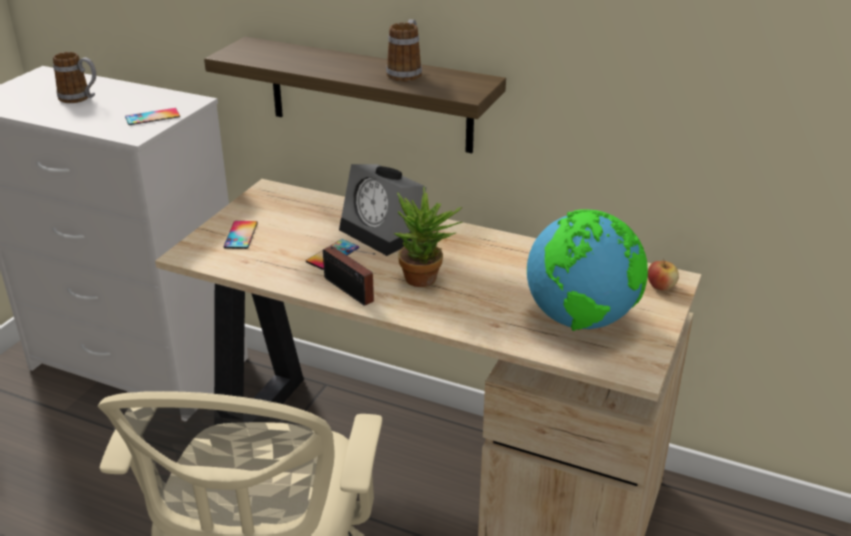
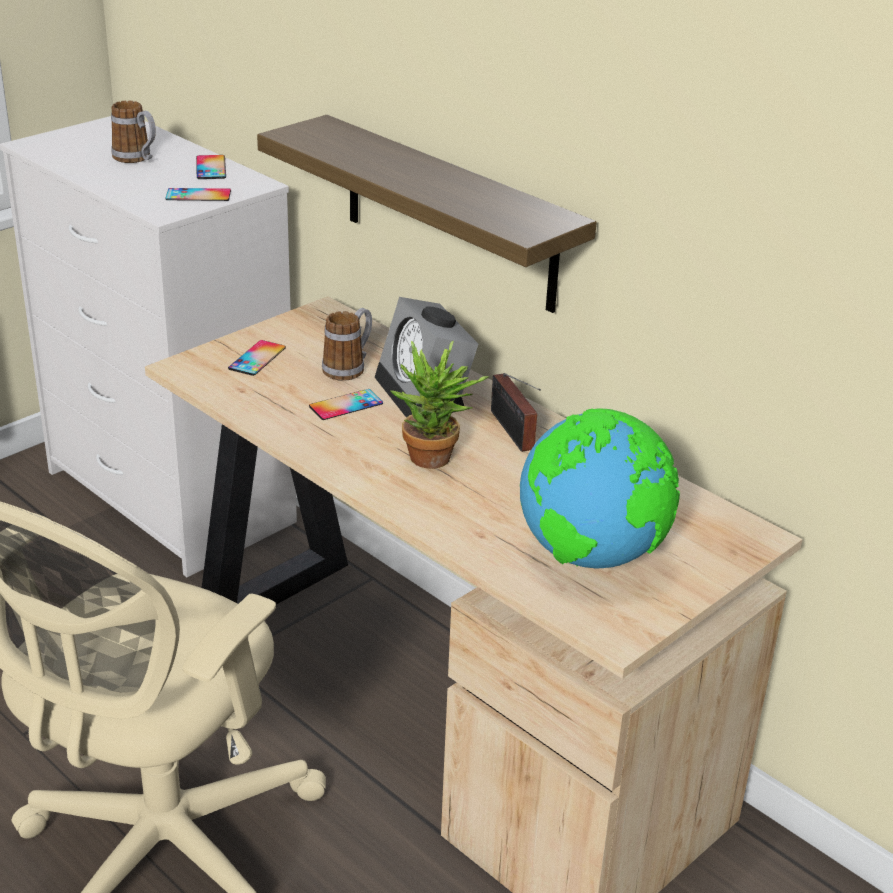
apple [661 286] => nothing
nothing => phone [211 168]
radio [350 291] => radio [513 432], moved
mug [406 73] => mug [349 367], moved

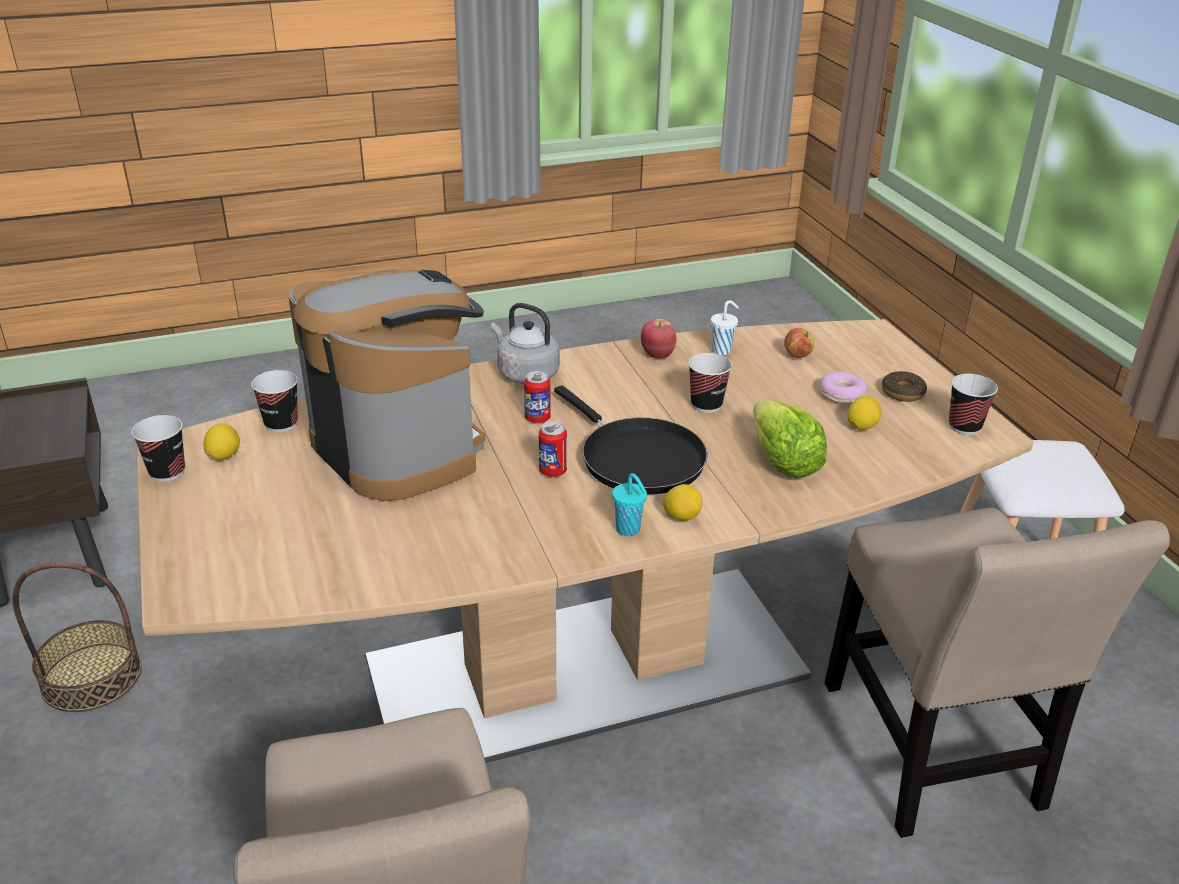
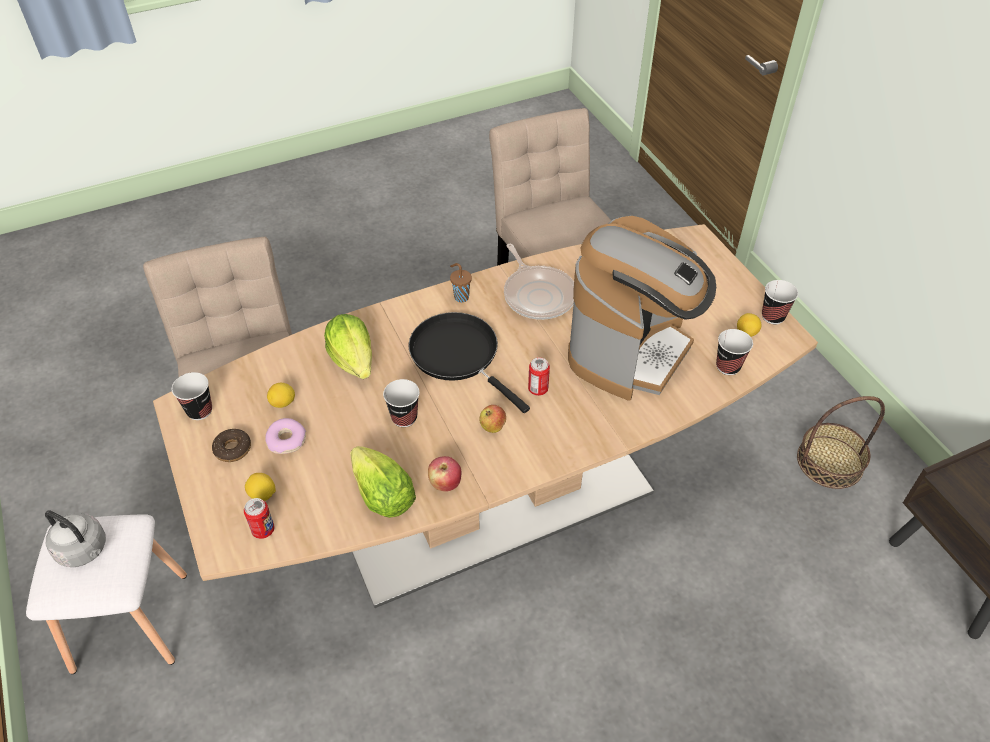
nothing => frying pan [538 295]
kettle (grey) [525 373] => kettle (grey) [84 550], moved
can [553 471] => can [263 530], moved
lemon [681 516] => lemon [262 494], moved
apple [797 355] => apple [492 426], moved
cup (white) [722 350] => lettuce [383 496]
cup (turquoise) [629 530] => cup (brown) [460 297]
coffee machine [398 447] => coffee machine [630 351], 105 degrees counterclockwise

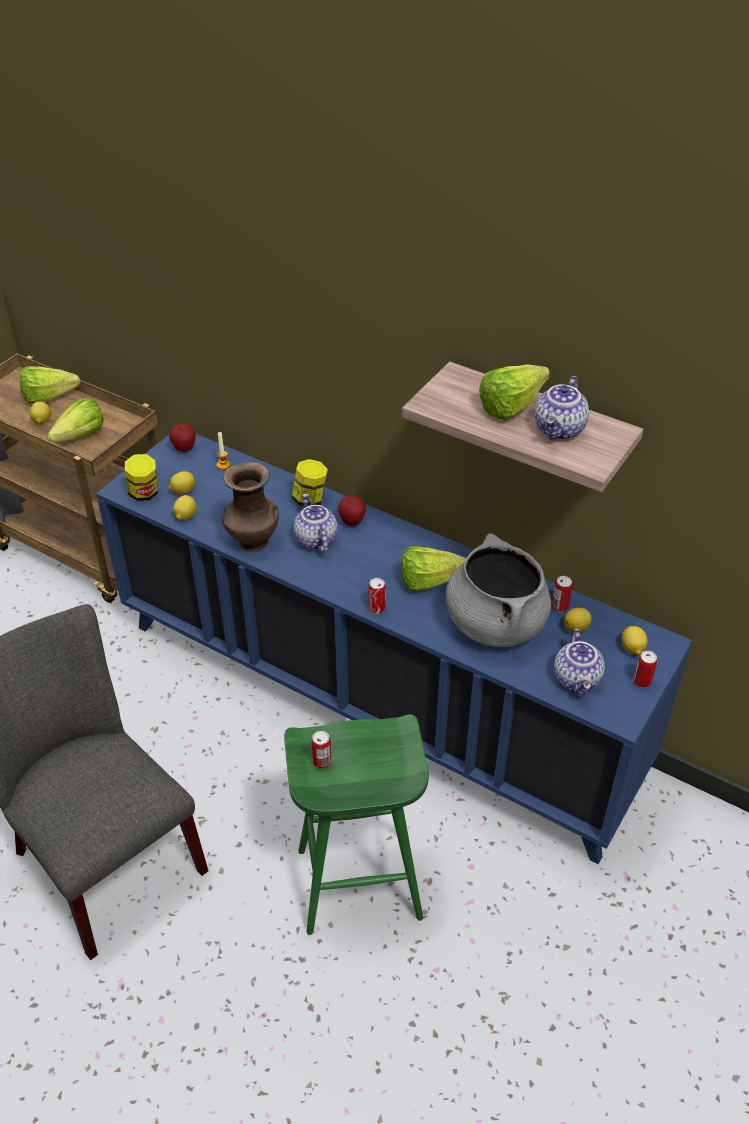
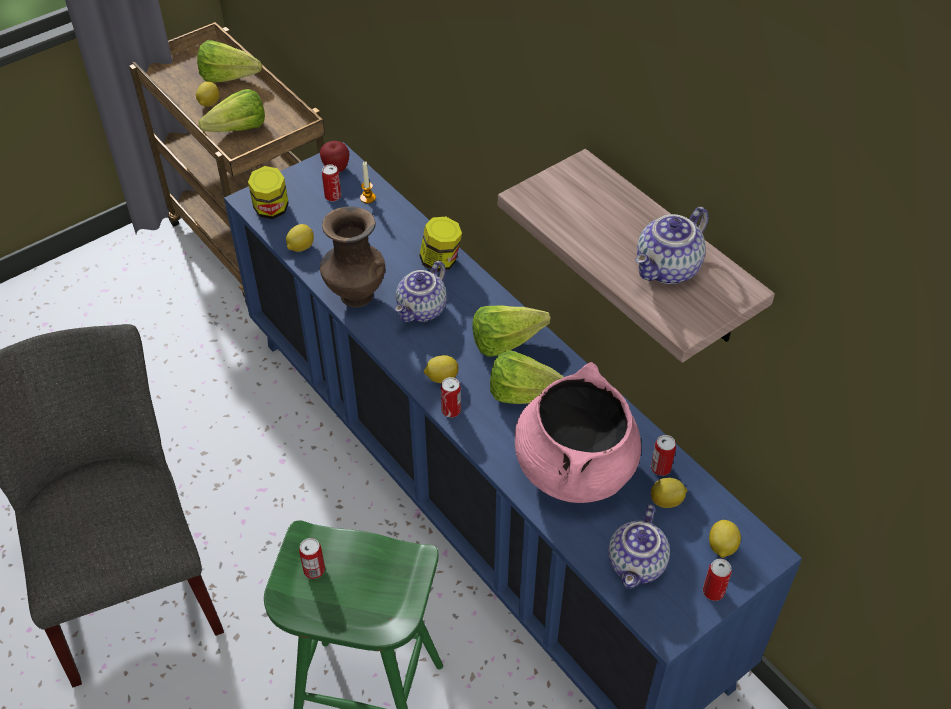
apple [352 522] => nothing
nothing => can [333 196]
lemon [183 491] => lemon [441 378], moved
lettuce [516 406] => lettuce [512 342], moved
cooking pot (grey) [495 623] => cooking pot (pink) [574 467]
teapot [314 540] => teapot [422 310], 150 degrees counterclockwise

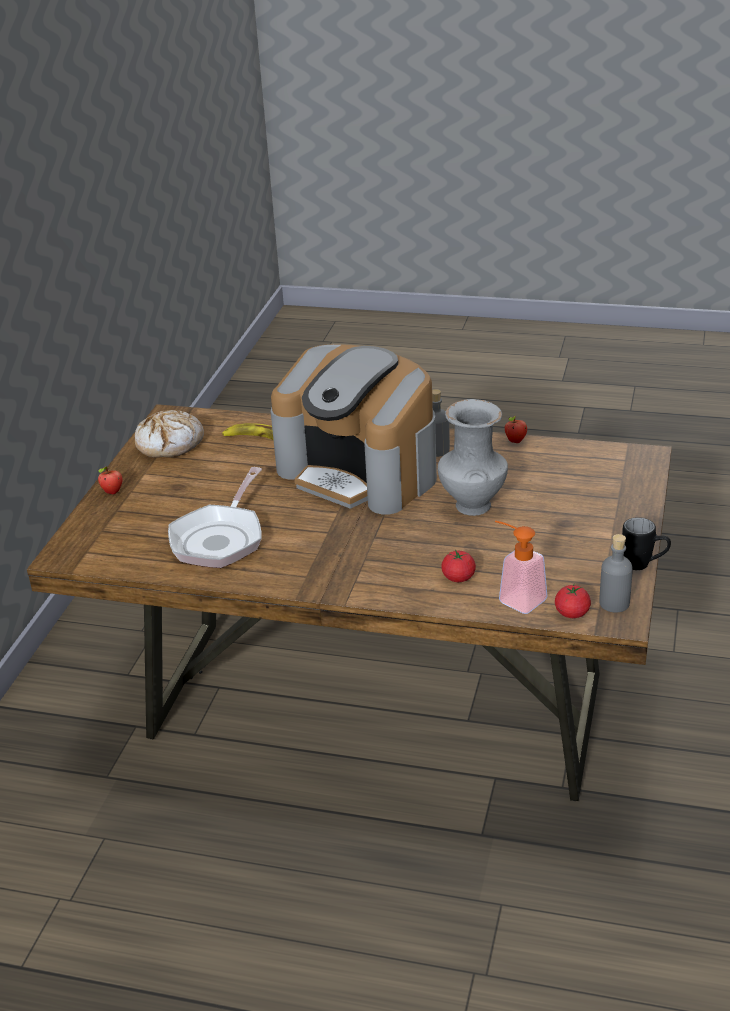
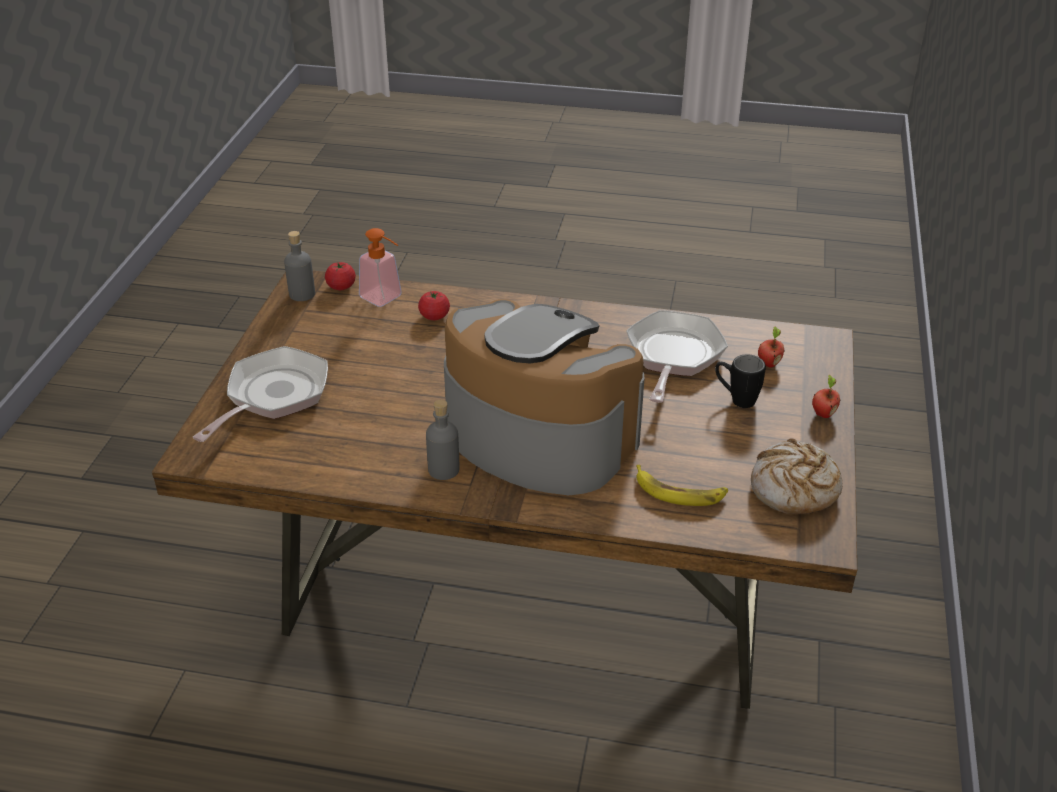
vase (grey) [472 505] => nothing
nothing => frying pan [273 396]
apple [515 441] => apple [768 363], moved
mug (black) [644 565] => mug (black) [736 399], moved

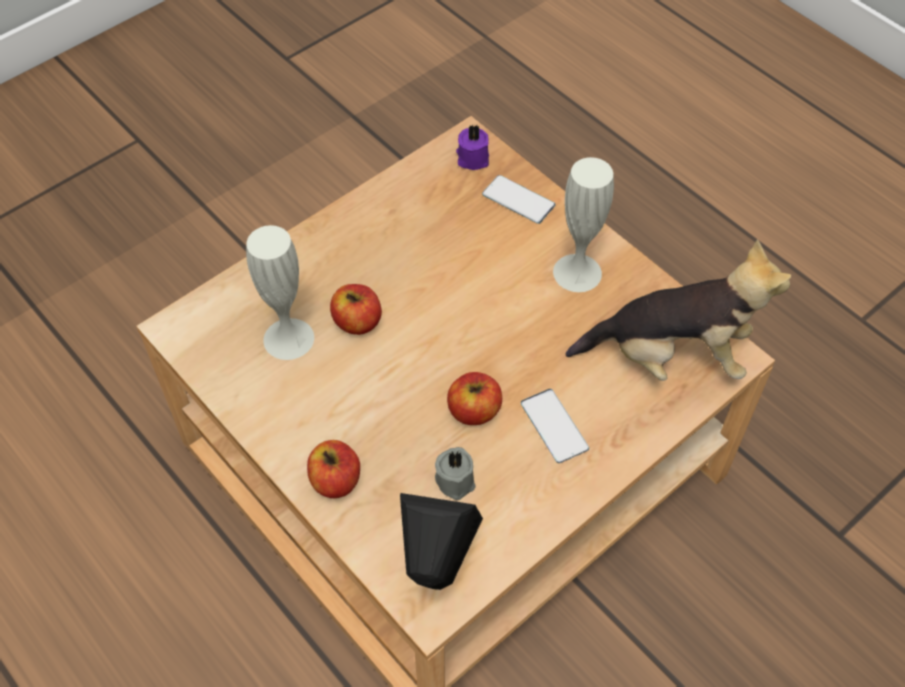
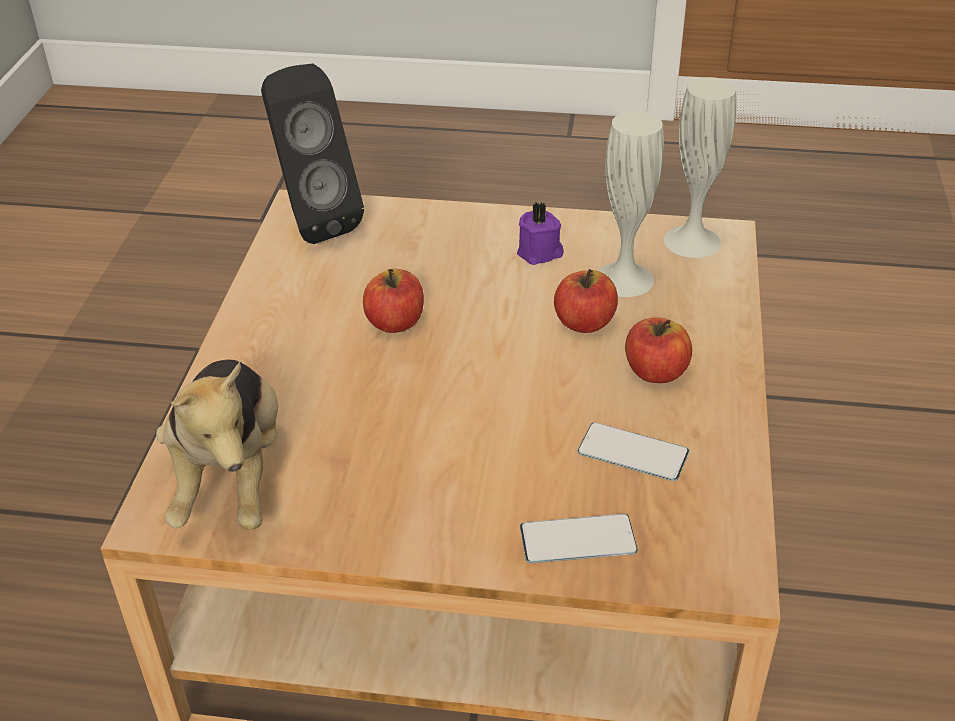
candle (grey) [456 479] => nothing
apple [336 480] => apple [655 372], moved
candle (purple) [472 158] => candle (purple) [540 253], moved
phone [554 426] => phone [633 452], moved
vase (white) [577 272] => vase (white) [692 241], moved
plush toy [671 356] => plush toy [232 477], 60 degrees counterclockwise

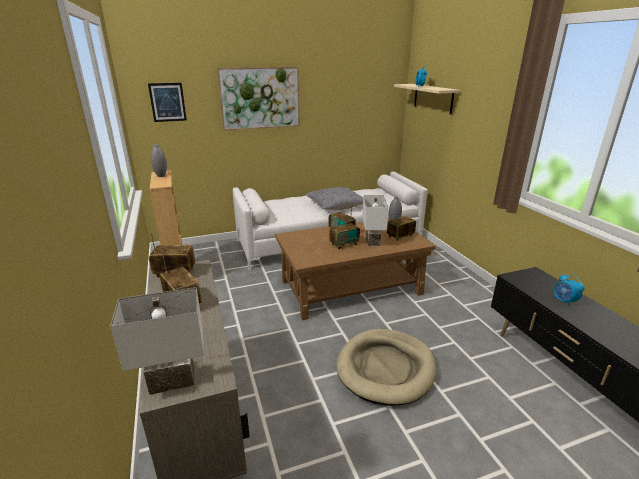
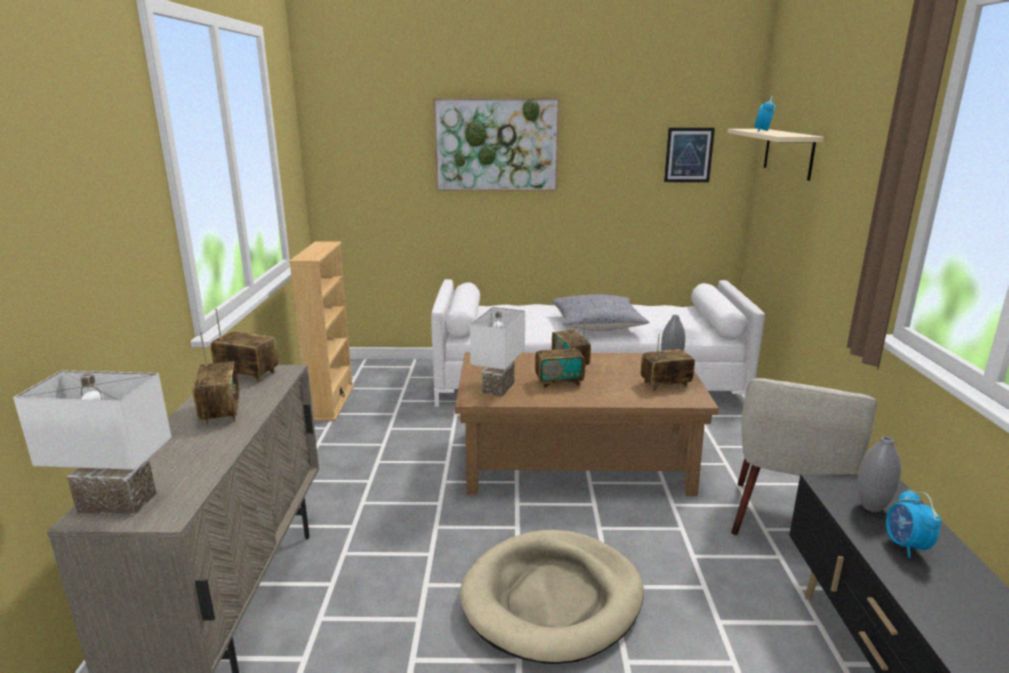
nothing => armchair (beige) [785 519]
picture [167 102] => picture [688 155], moved
vase (grey) [161 176] => vase (grey) [871 507], moved
table lamp (white) [374 241] => table lamp (white) [500 388], moved

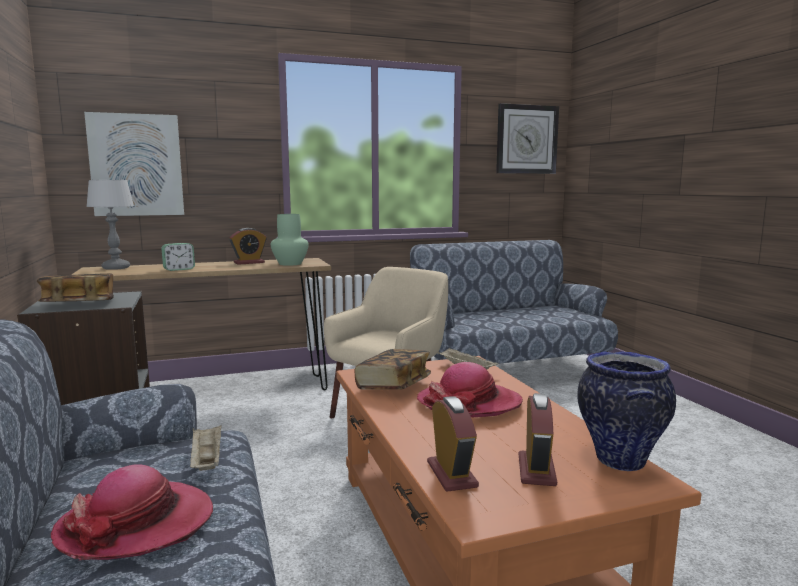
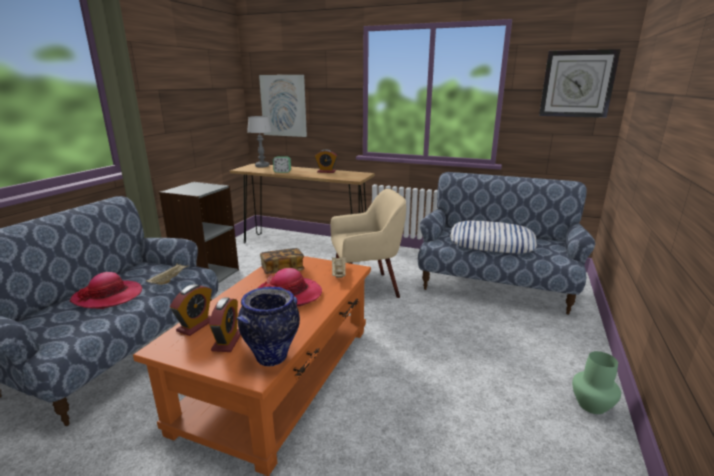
book [79 304] => nothing
nothing => pillow [491 243]
vase (green) [290 264] => vase (green) [592 405], moved
alarm clock [536 470] => alarm clock [227 341], 45 degrees counterclockwise

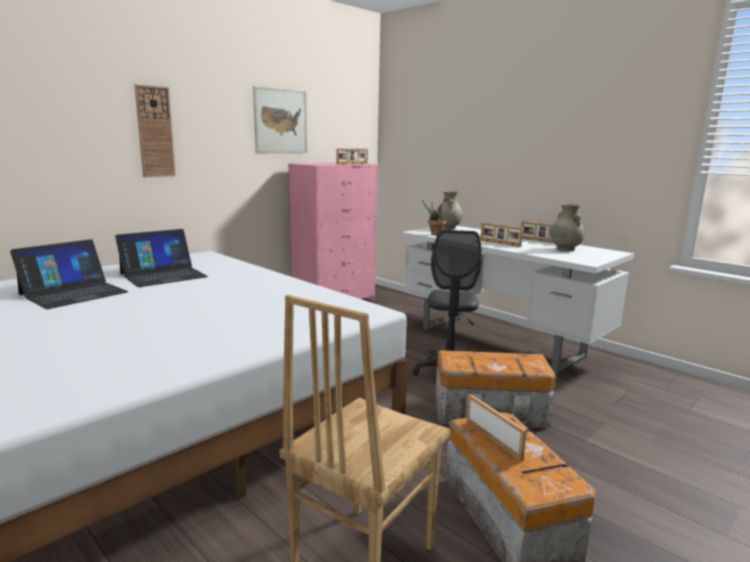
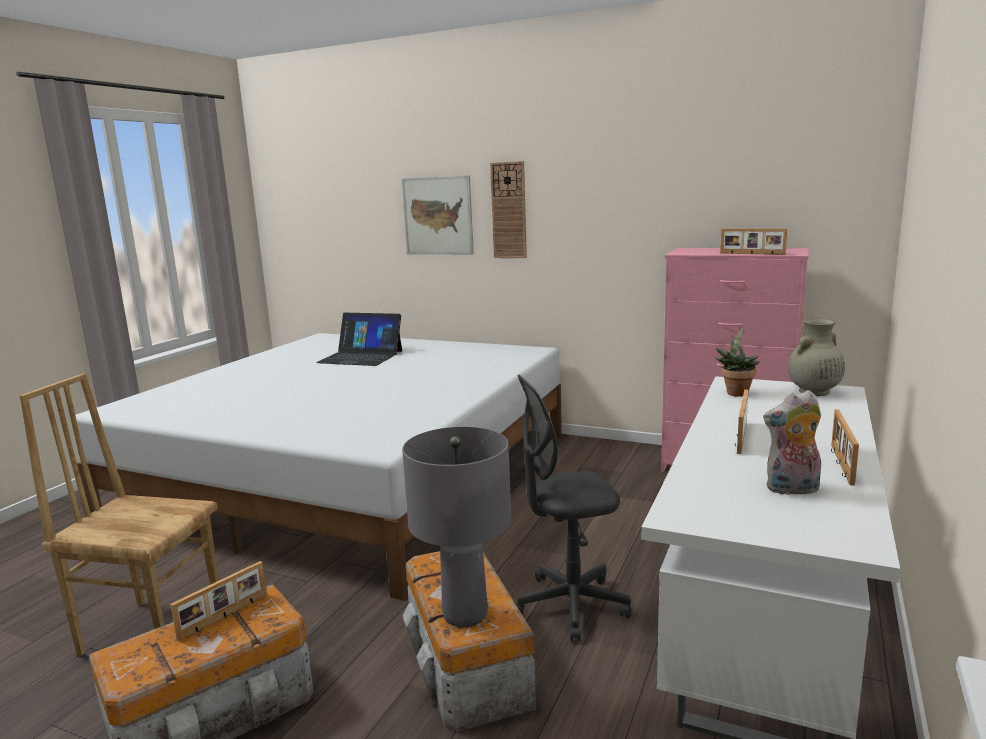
laptop [163 275] => nothing
nothing => table lamp (grey) [466 615]
picture [281 121] => picture [437 216], moved
vase (beige) [565 249] => plush toy [792 490]

